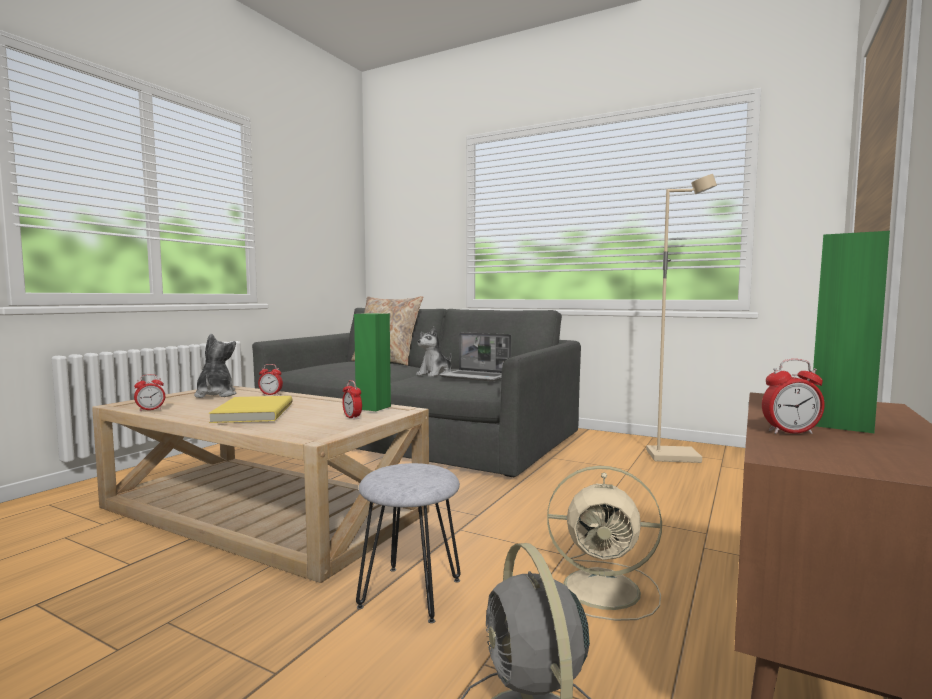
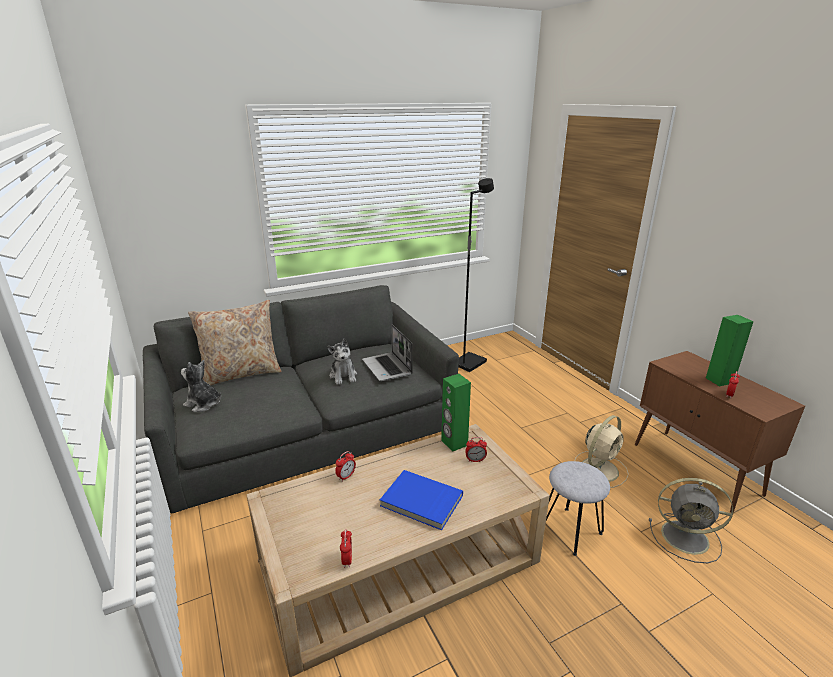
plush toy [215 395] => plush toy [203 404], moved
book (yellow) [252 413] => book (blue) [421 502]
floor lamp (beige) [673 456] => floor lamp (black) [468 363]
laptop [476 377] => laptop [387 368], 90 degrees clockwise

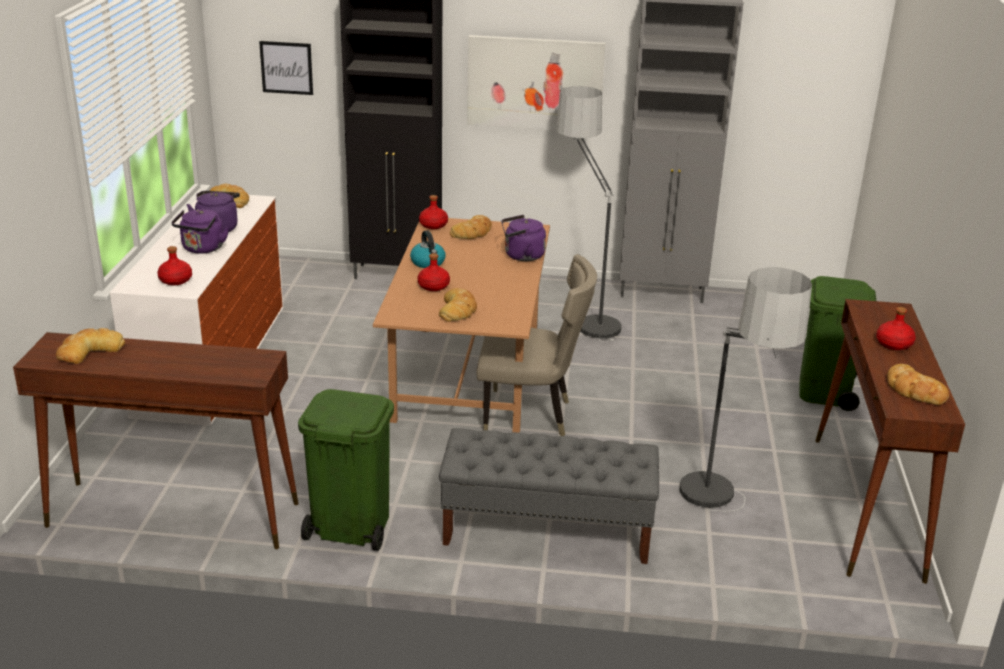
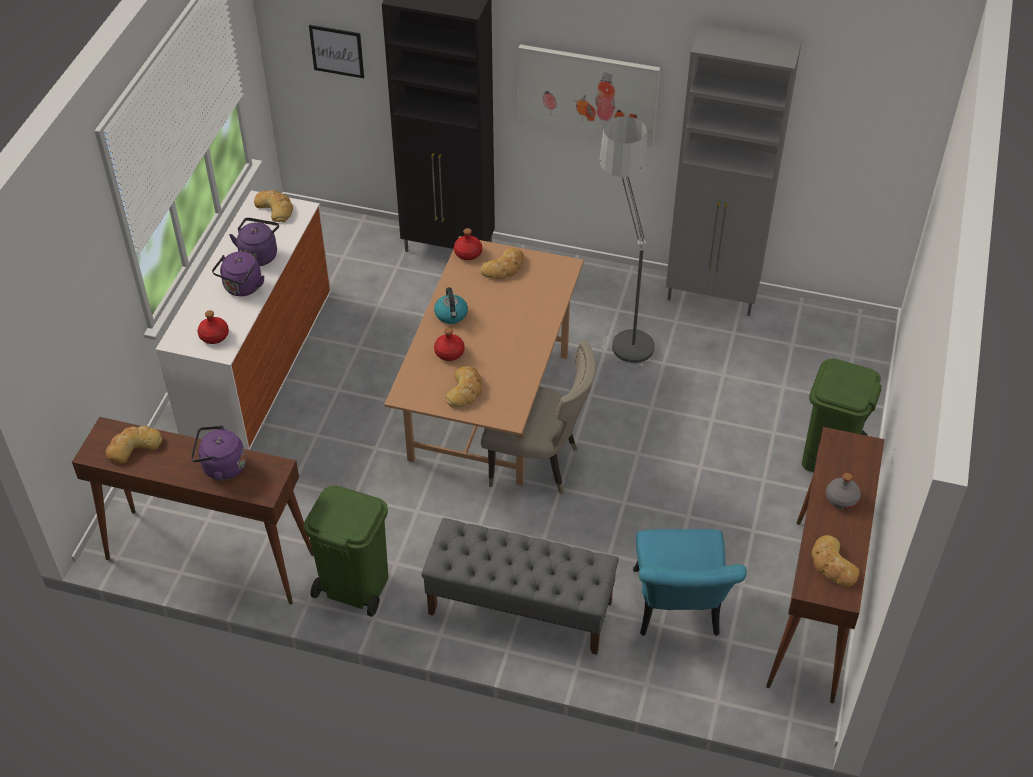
kettle (purple) [521 256] => kettle (purple) [221 467], moved
floor lamp [722 520] => chair (turquoise) [677 612]
bottle (red) [893 344] => bottle (grey) [841 498]

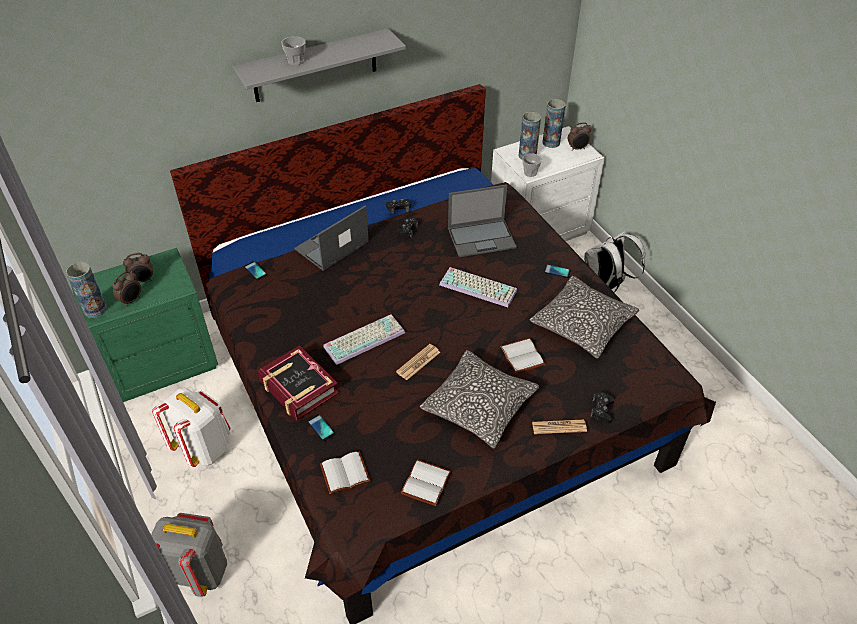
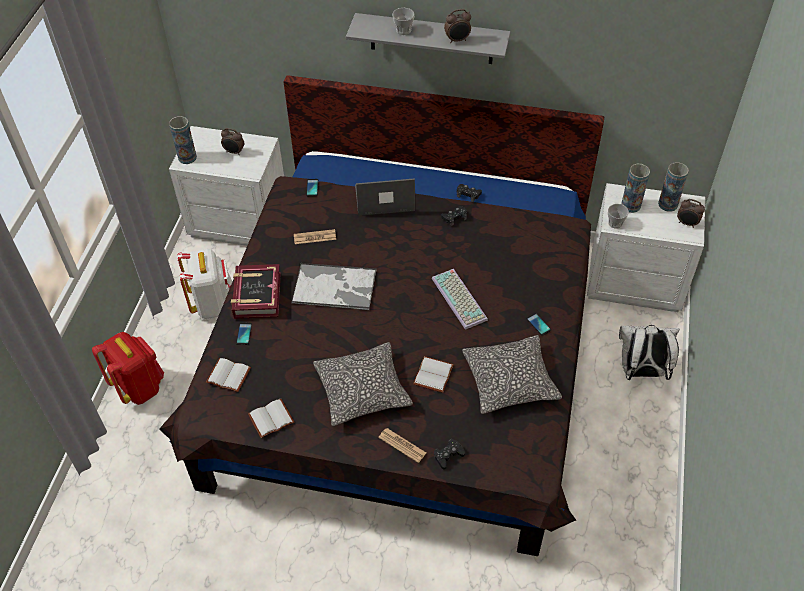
laptop [482 238] => nothing
alarm clock [131 300] => alarm clock [457 40], moved
newspaper [418 362] => newspaper [315 237], moved
keyboard [364 338] => tray [335 287]
nightstand (green) [161 362] => nightstand (white) [239 222]
backpack (grey) [197 572] => backpack (red) [139 387]

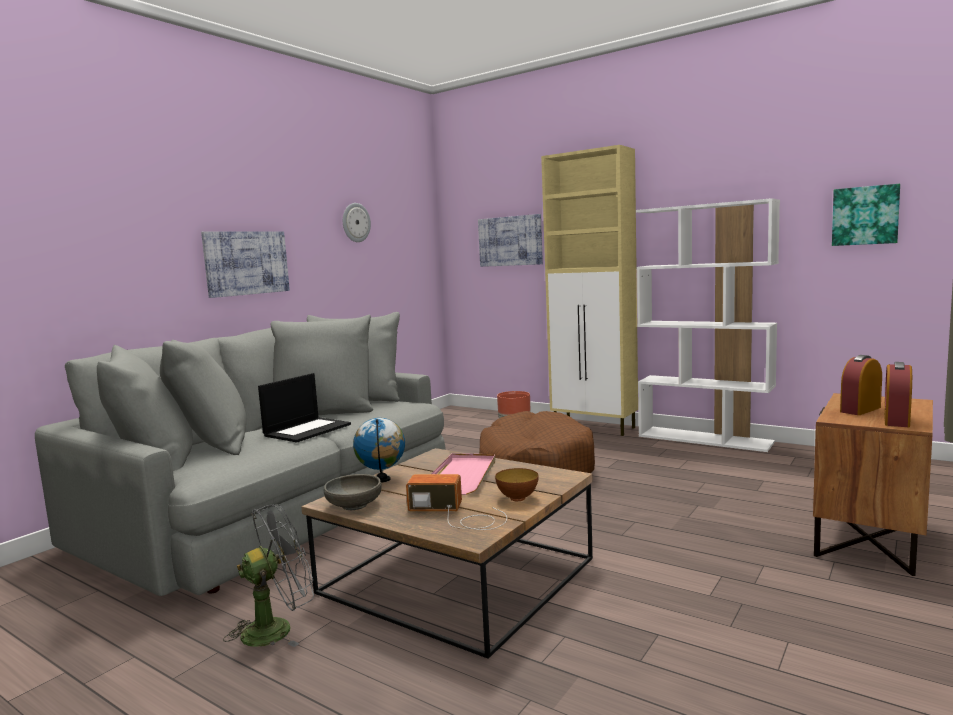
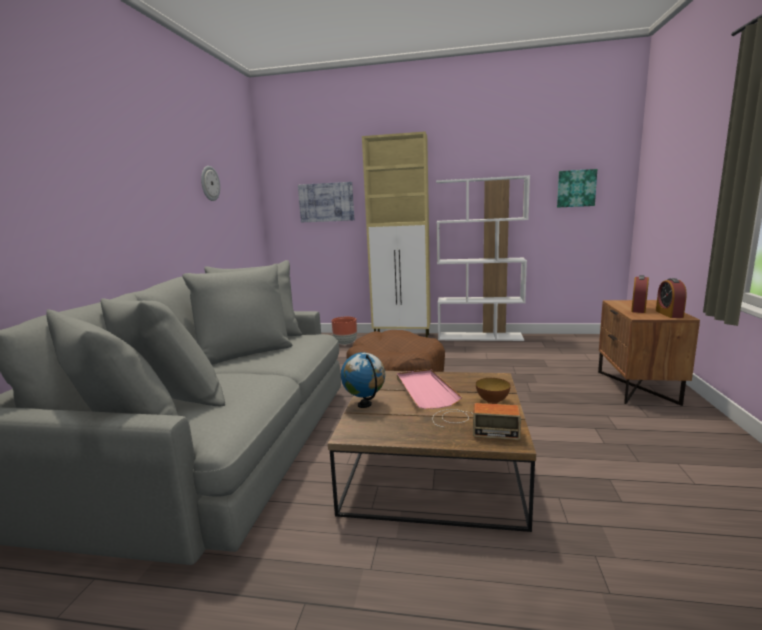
picture [246 263] => nothing
fan (grey) [277 628] => nothing
laptop [307 430] => nothing
bowl (grey) [354 505] => nothing
radio [458 515] => radio [472 424], 150 degrees counterclockwise

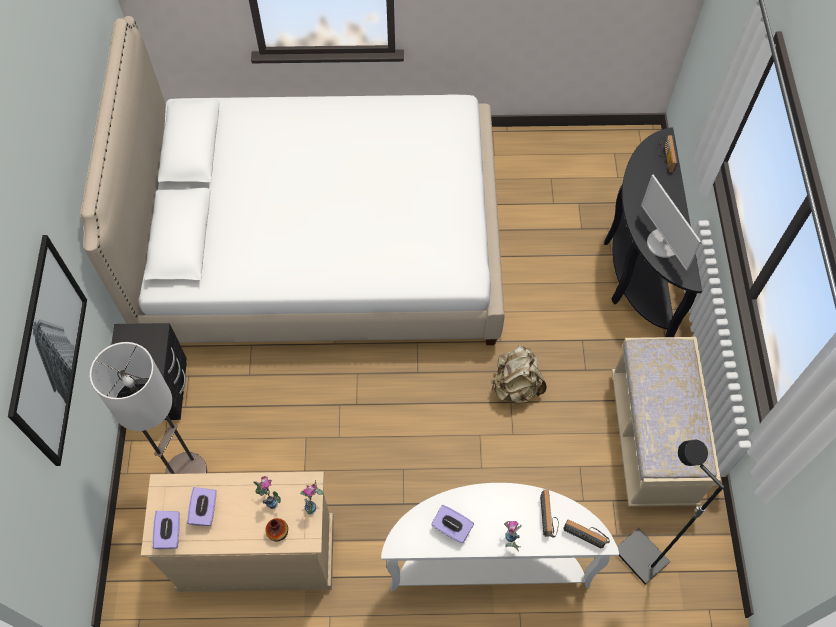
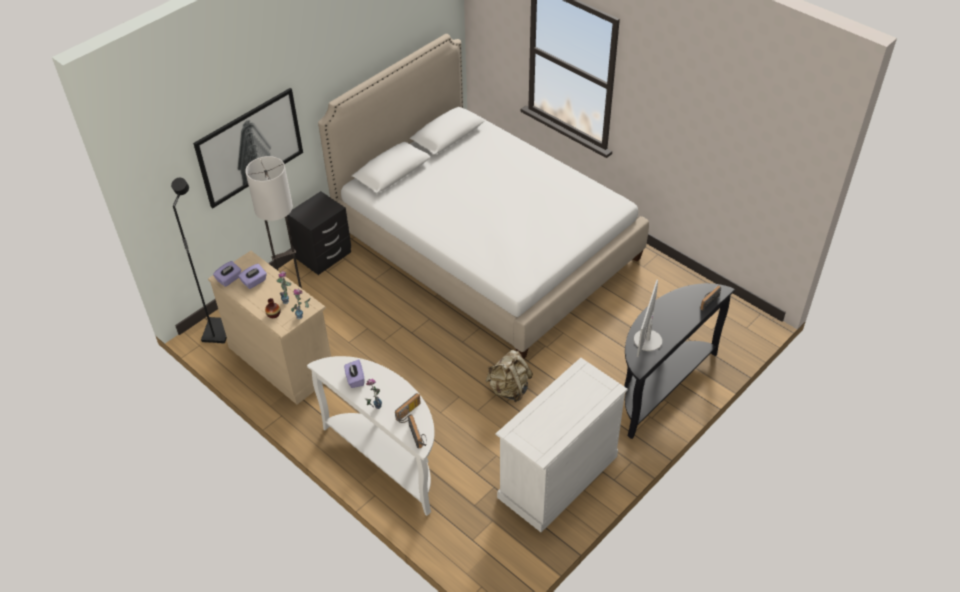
floor lamp (black) [639 557] => floor lamp (black) [216 331], moved
bench (beige) [652 439] => dresser (white) [557 476]

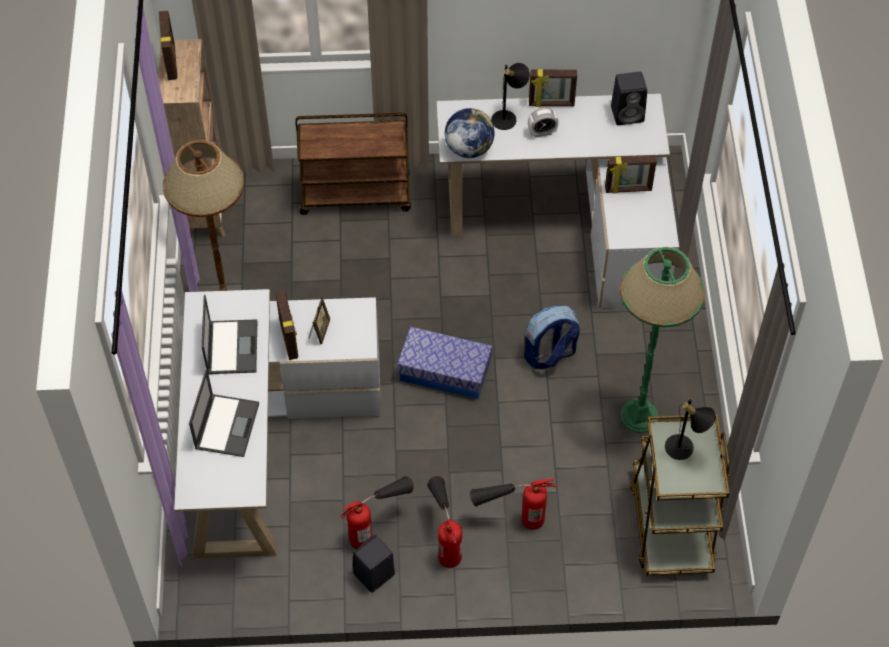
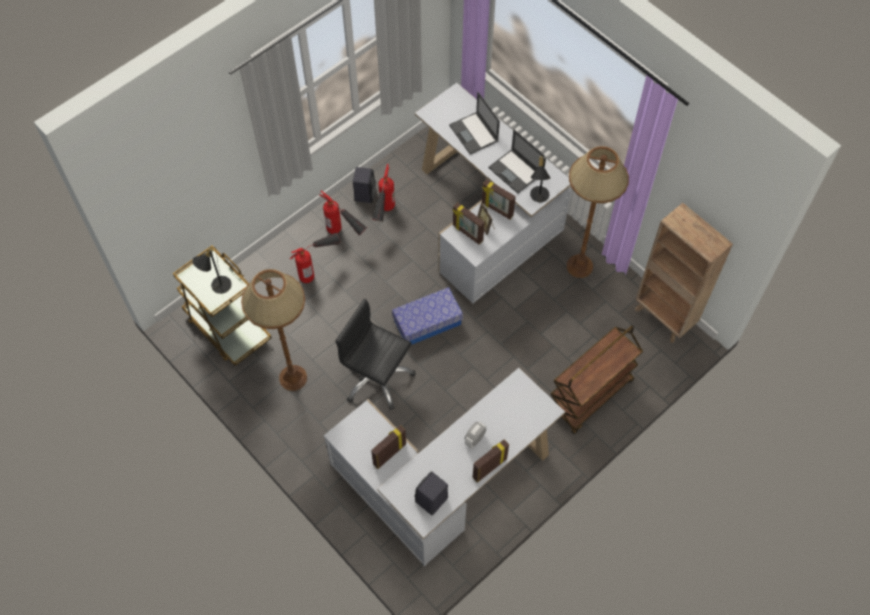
globe [469 148] => nothing
picture frame [172 62] => picture frame [467 233], moved
table lamp (black) [508 118] => table lamp (black) [538 197], moved
backpack [549 354] => office chair (black) [376 378]
floor lamp (green) [638 416] => floor lamp (brown) [293 378]

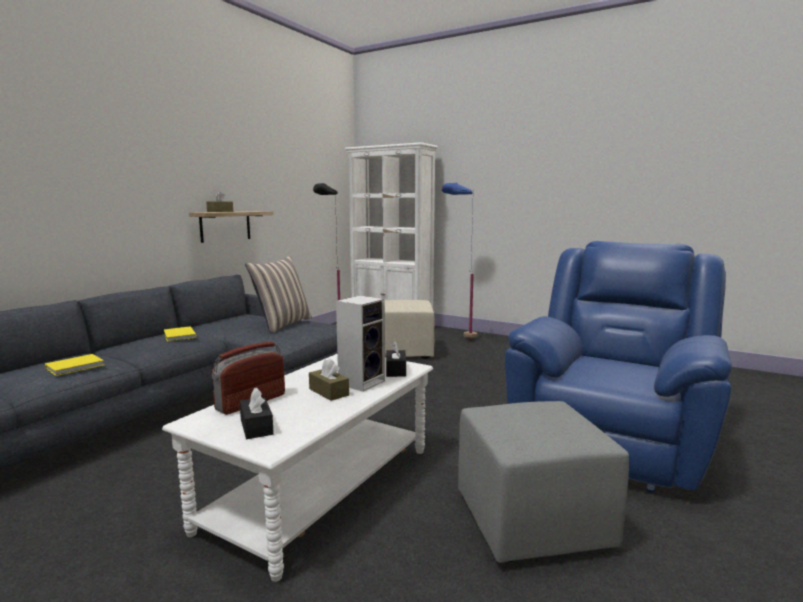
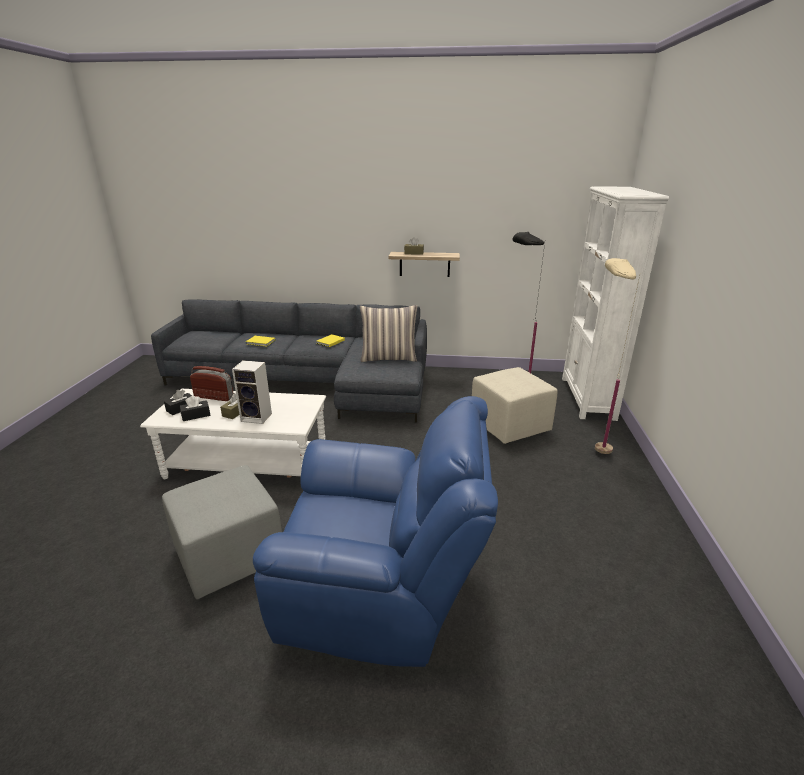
tissue box (black) [396 370] => tissue box (black) [196 415], moved
floor lamp (blue) [458 339] => floor lamp (beige) [591 446]

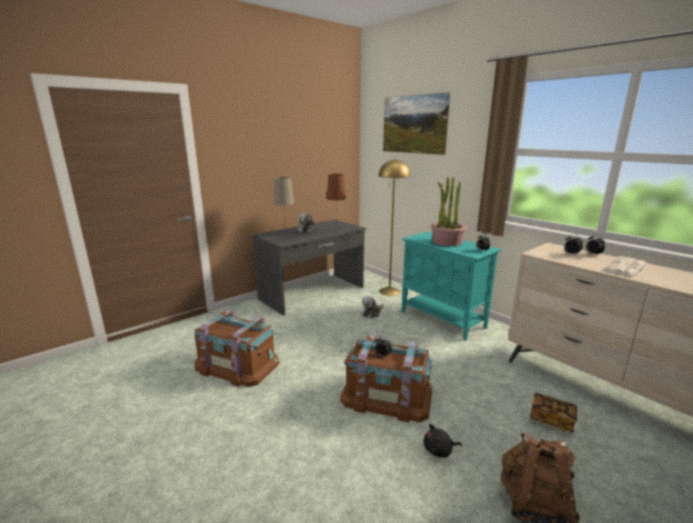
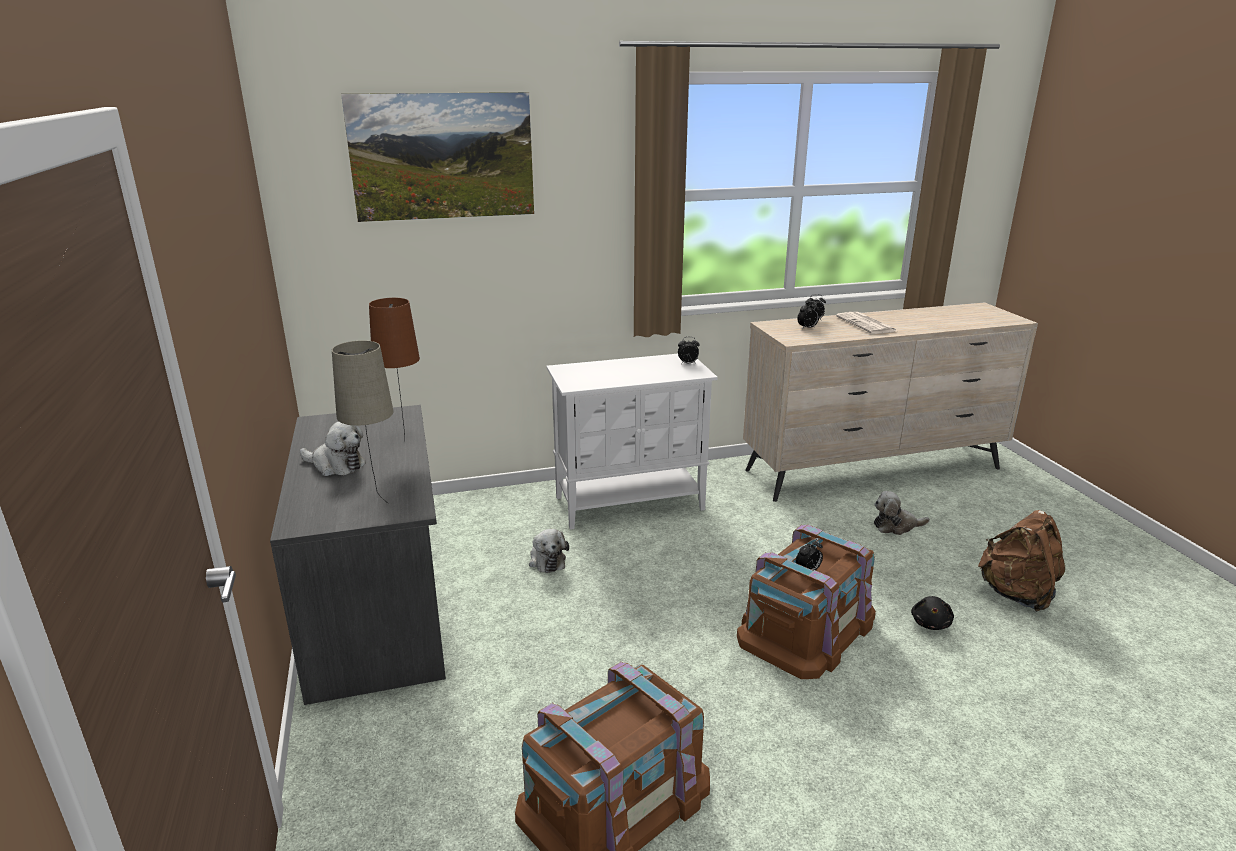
floor lamp (yellow) [389 291] => nothing
potted plant [447 242] => nothing
book [551 420] => plush toy [896 526]
cabinet (turquoise) [443 319] => cabinet (white) [630 503]

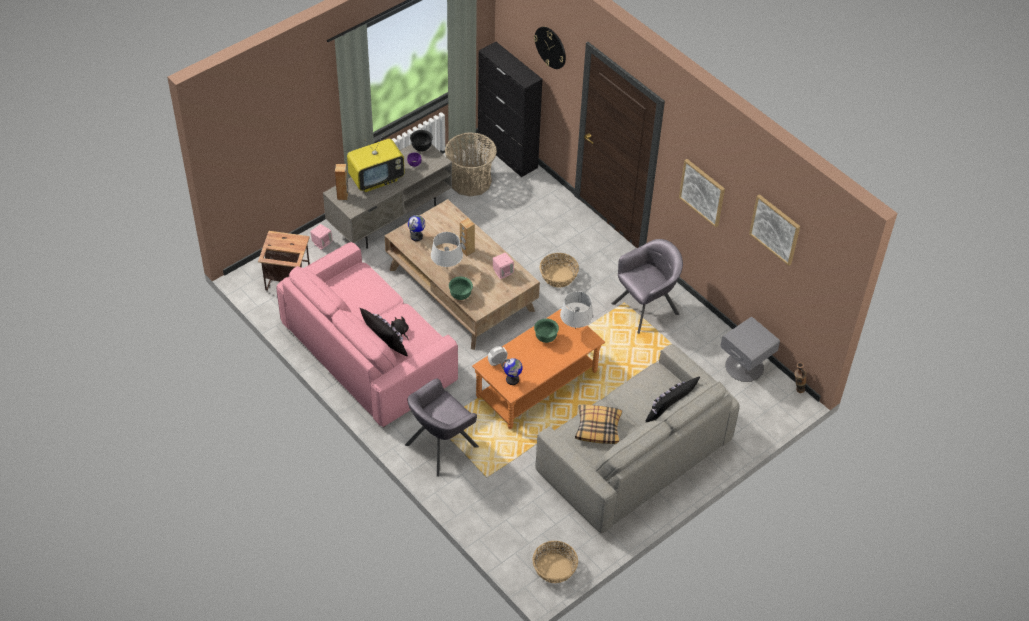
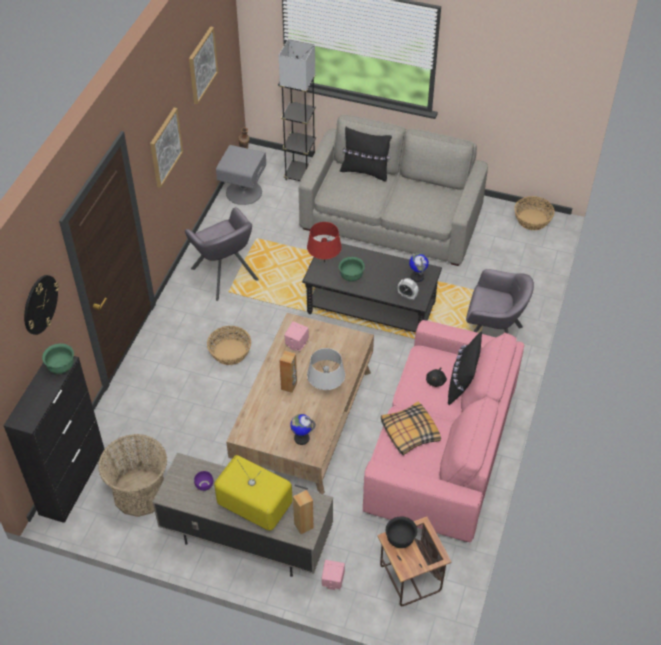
nothing => floor lamp (grey) [300 175]
bowl (black) [421 147] => bowl (black) [400 539], moved
bowl (green) [460 295] => bowl (green) [61 367], moved
pillow [598 428] => pillow [409 432], moved
coffee table (orange) [536 384] => coffee table (black) [371 308]
table lamp (grey) [575 328] => table lamp (red) [324 262]
armchair (grey) [646 308] => armchair (grey) [224 275], 150 degrees counterclockwise

